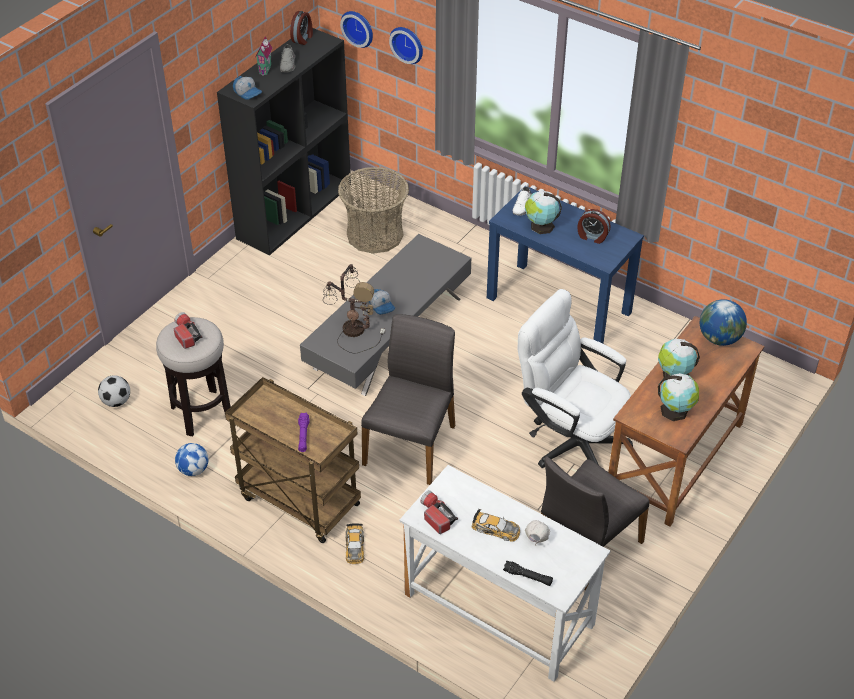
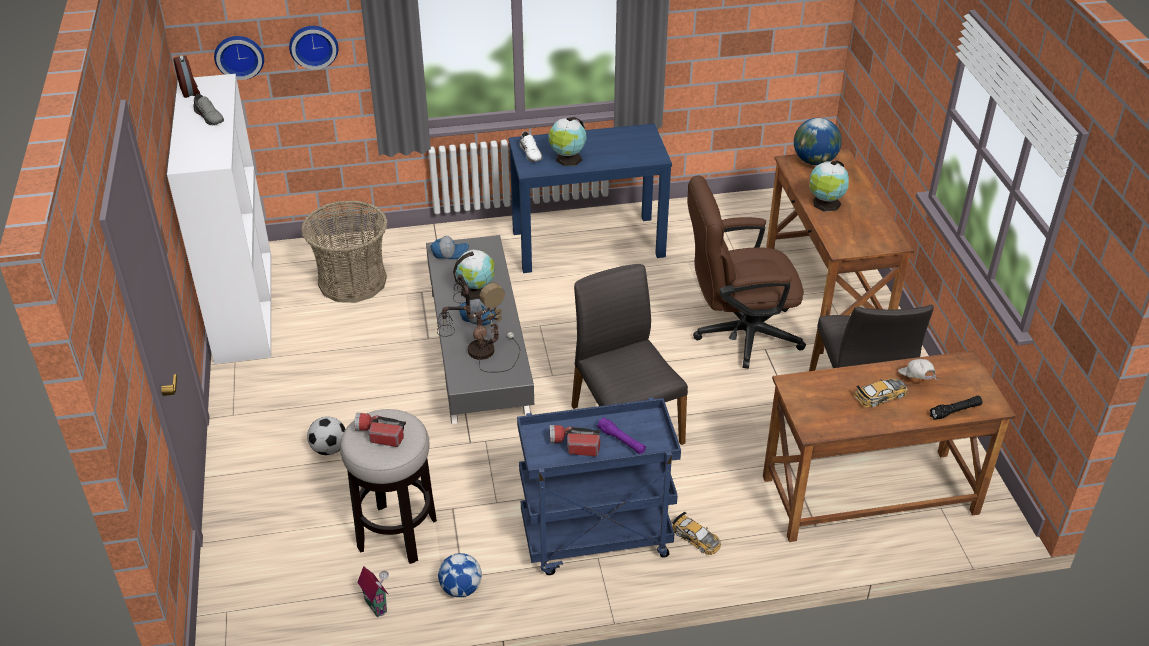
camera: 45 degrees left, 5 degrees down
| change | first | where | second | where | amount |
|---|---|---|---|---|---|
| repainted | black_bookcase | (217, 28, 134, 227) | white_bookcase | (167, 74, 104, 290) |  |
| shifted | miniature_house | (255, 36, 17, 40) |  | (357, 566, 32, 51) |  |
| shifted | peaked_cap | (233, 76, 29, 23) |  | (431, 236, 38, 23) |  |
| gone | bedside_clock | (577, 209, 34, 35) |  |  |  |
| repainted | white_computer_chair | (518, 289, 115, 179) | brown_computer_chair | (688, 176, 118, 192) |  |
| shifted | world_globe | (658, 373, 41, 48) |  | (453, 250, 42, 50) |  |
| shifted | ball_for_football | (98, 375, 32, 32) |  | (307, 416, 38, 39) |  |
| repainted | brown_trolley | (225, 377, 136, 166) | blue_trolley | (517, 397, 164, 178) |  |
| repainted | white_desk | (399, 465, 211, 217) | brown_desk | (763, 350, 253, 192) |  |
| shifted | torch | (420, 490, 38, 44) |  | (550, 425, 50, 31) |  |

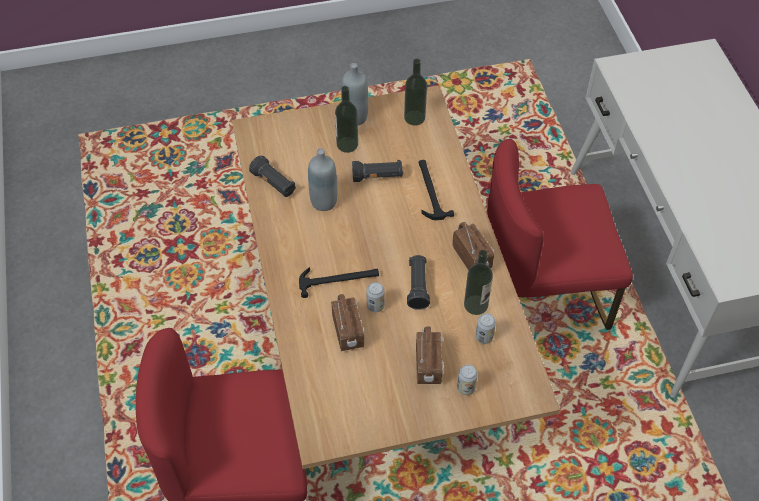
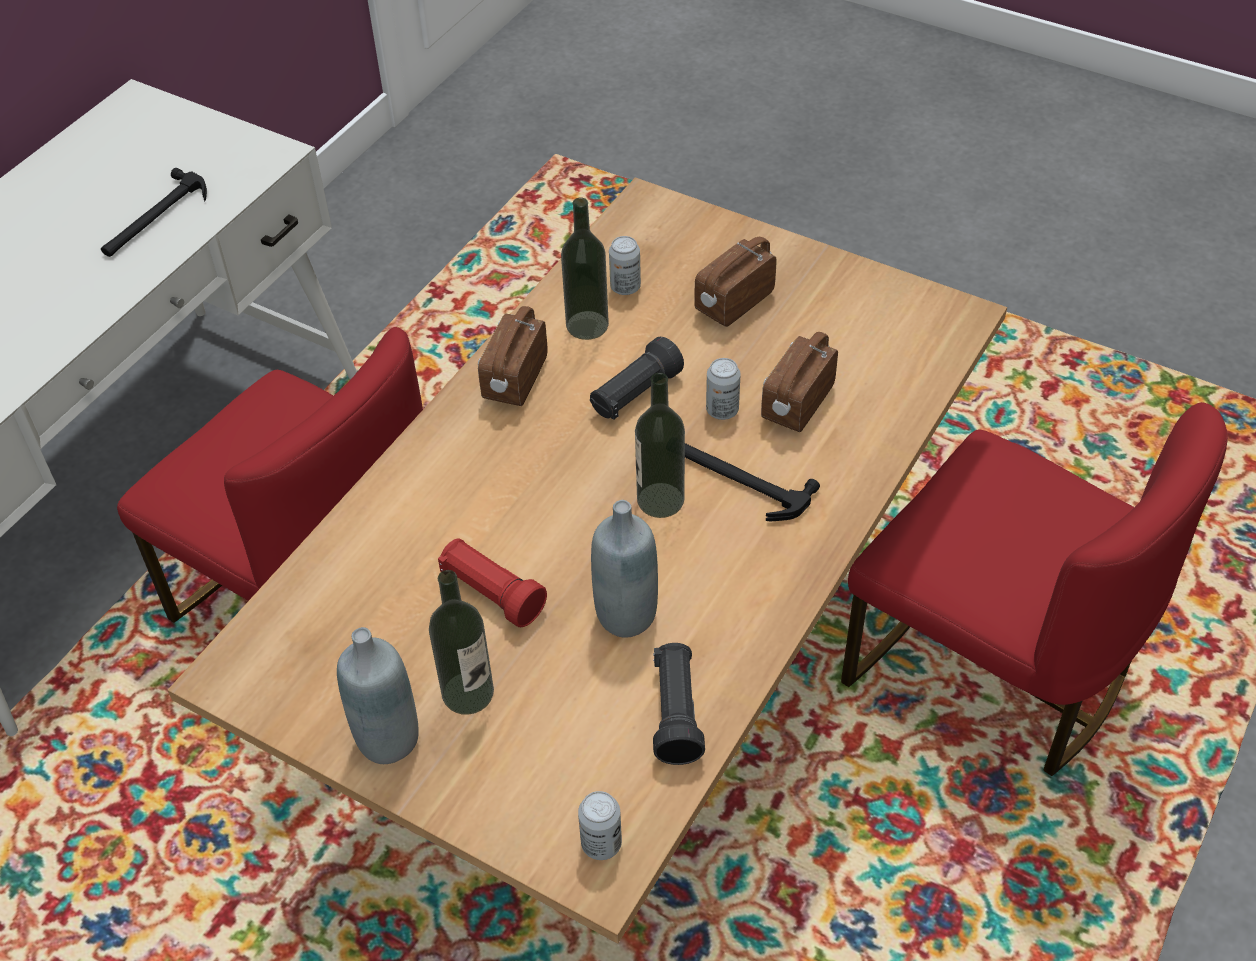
camera: 135 degrees left, 5 degrees down
| change | first | where | second | where | amount |
|---|---|---|---|---|---|
| shifted | bottle | (404, 59, 23, 67) |  | (635, 373, 50, 145) |  |
| repainted | black_torch | (352, 160, 51, 22) | red_torch | (438, 538, 109, 89) |  |
| shifted | hammer | (418, 160, 36, 60) |  | (101, 168, 106, 89) |  |
| shifted | can | (457, 364, 21, 31) |  | (578, 791, 44, 69) |  |

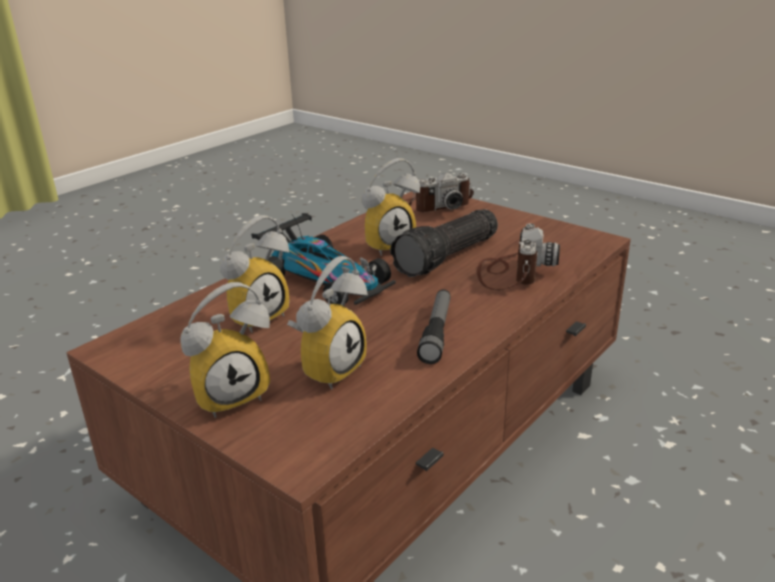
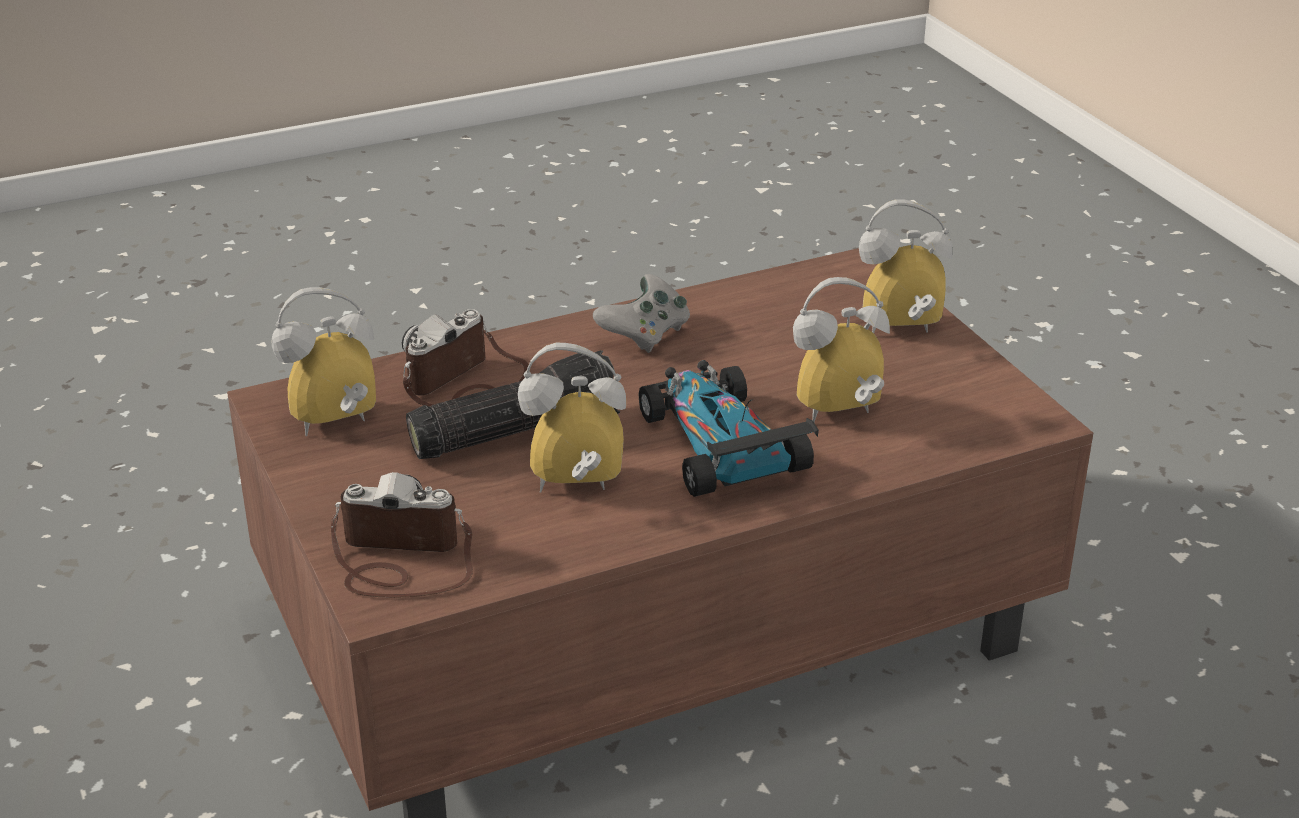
camera: 155 degrees left, 5 degrees up
| change | first | where | second | where | amount |
|---|---|---|---|---|---|
| shifted | bedside_clock | (287, 256, 81, 133) |  | (272, 287, 104, 150) |  |
| swapped | torch | (417, 289, 34, 75) | greyish_joypad | (593, 274, 97, 79) |  |

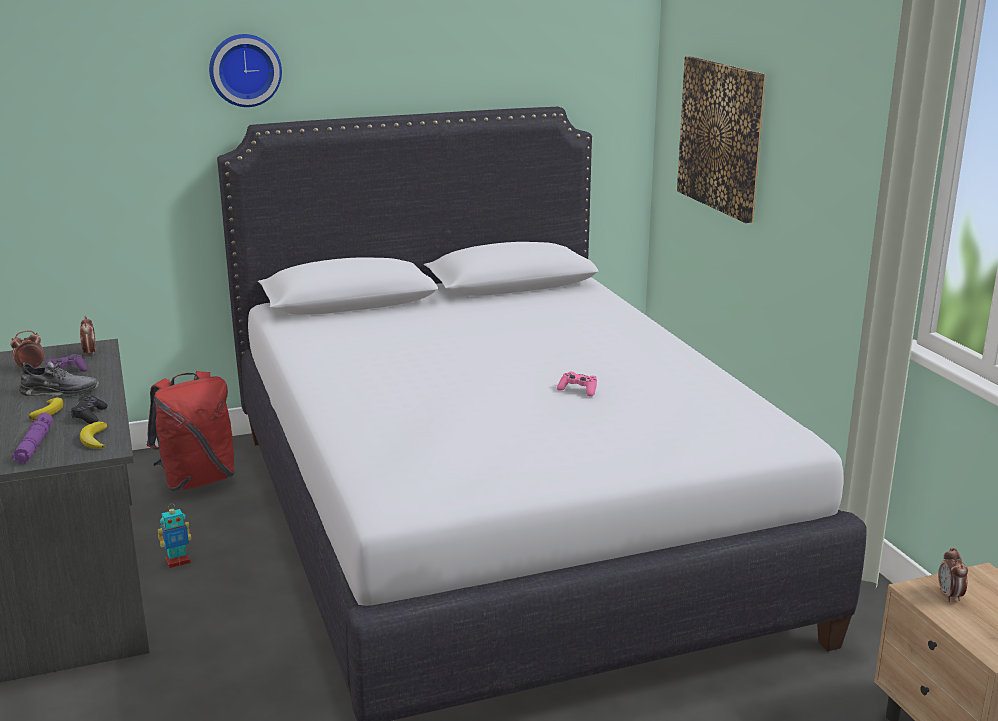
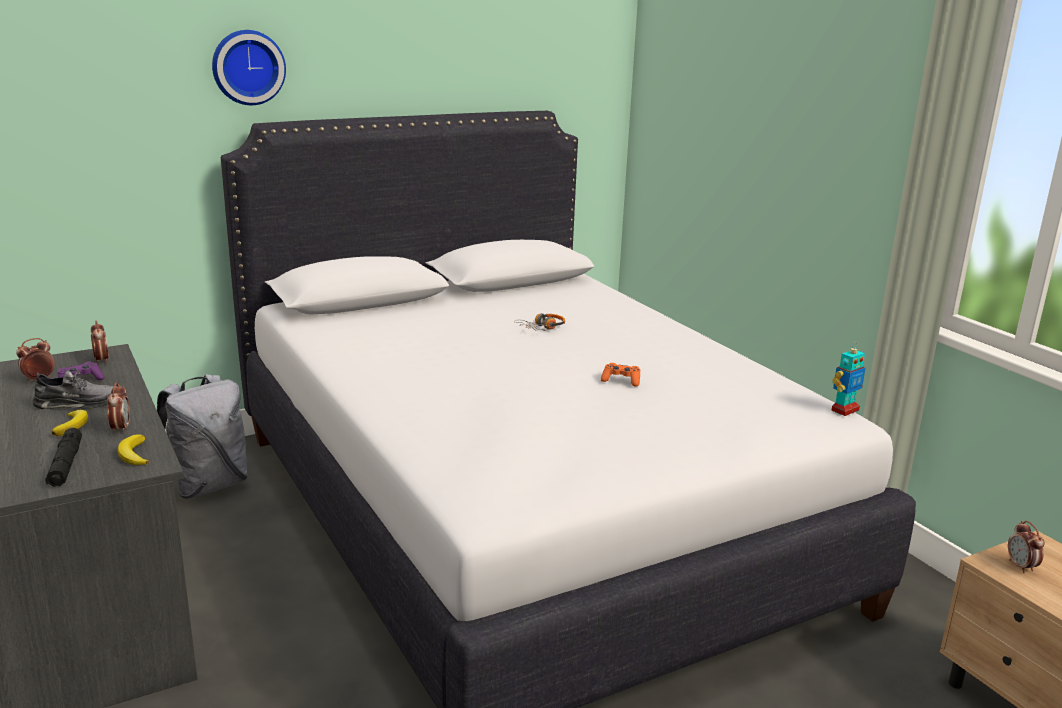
camera: 10 degrees left, 0 degrees up
| change | first | where | second | where | amount |
|---|---|---|---|---|---|
| gone | picture | (677, 56, 89, 167) |  |  |  |
| repainted | red_rucksack | (147, 371, 88, 120) | greyish_rucksack | (157, 374, 91, 125) |  |
| repainted | pinkish_joypad | (557, 372, 40, 25) | orange_joypad | (601, 363, 39, 24) |  |
| swapped | black_joypad | (71, 395, 37, 29) | bedside_clock | (107, 382, 23, 51) |  |
| repainted | purple-coloured_torch | (12, 413, 41, 50) | black_torch | (45, 428, 37, 59) |  |
| shifted | model_robot | (158, 504, 34, 64) |  | (832, 342, 33, 74) |  |
| new |  |  | headphones | (514, 313, 51, 18) |  |

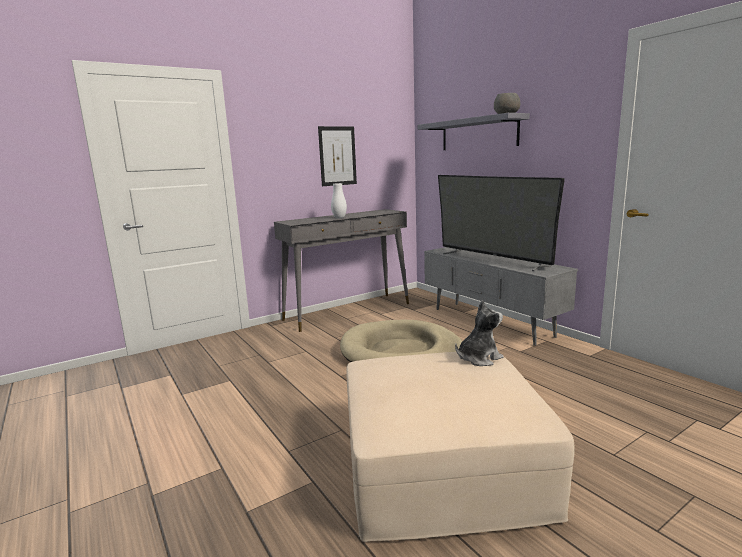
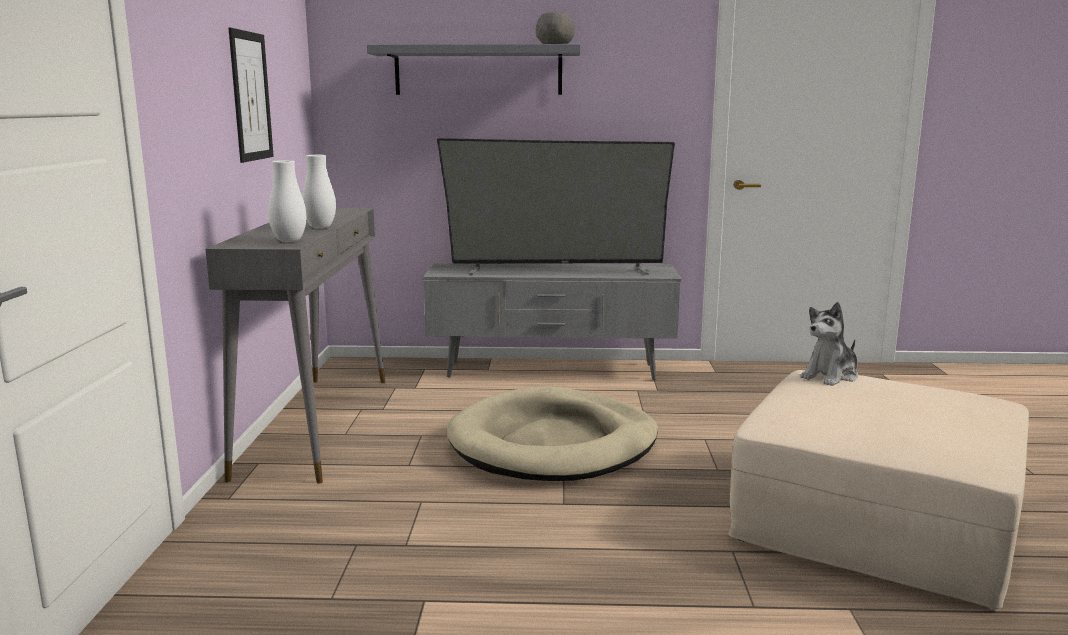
camera: 55 degrees left, 0 degrees up
| change | first | where | second | where | amount |
|---|---|---|---|---|---|
| rotated | plush_toy | (455, 300, 49, 66) |  | (800, 302, 58, 84) | 135 degrees counterclockwise |
| new |  |  | white_vase | (268, 160, 38, 82) |  |

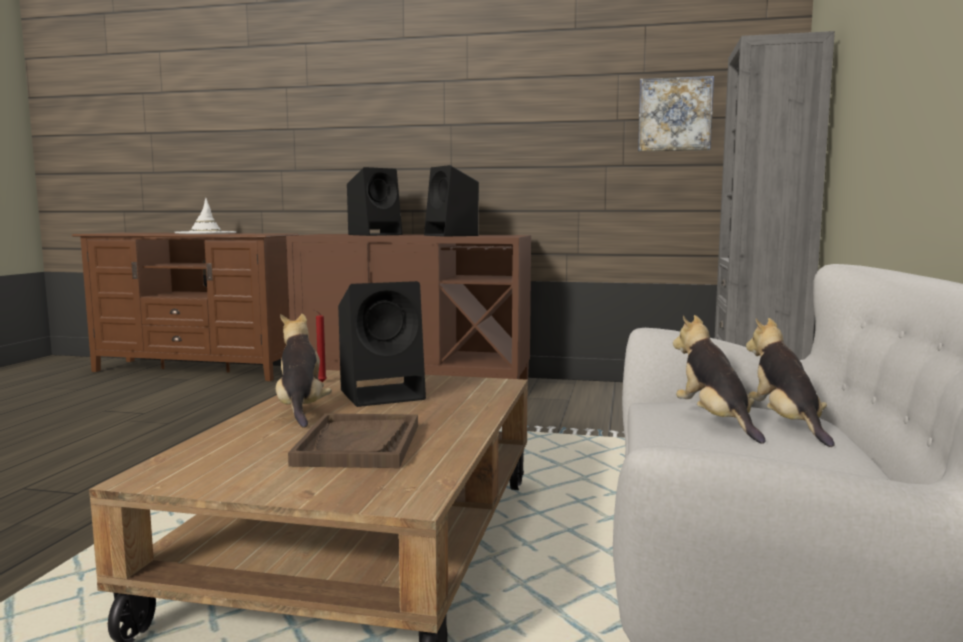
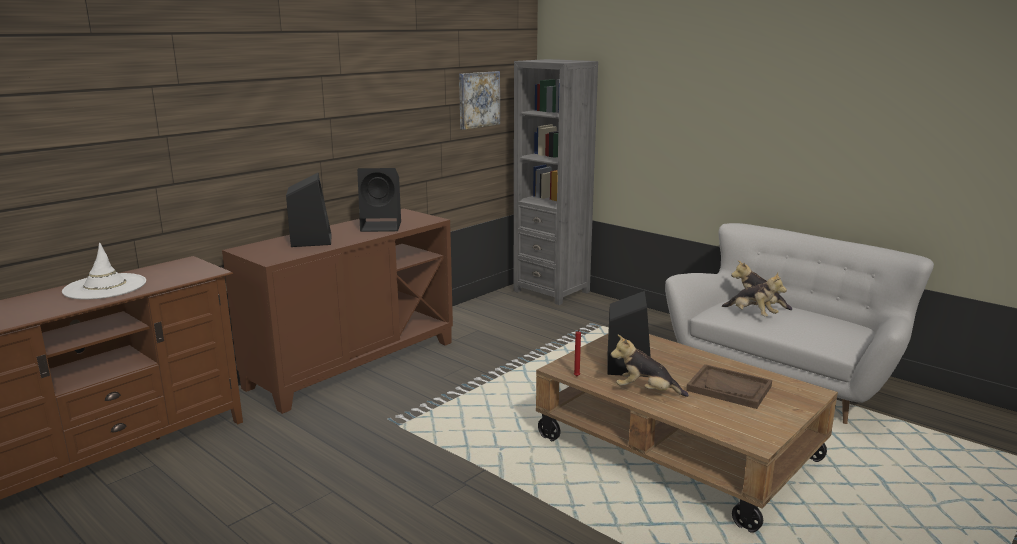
camera: 60 degrees left, 10 degrees up
| change | first | where | second | where | amount |
|---|---|---|---|---|---|
| rotated | plush_toy | (673, 315, 93, 129) |  | (722, 272, 65, 45) | 150 degrees counterclockwise |

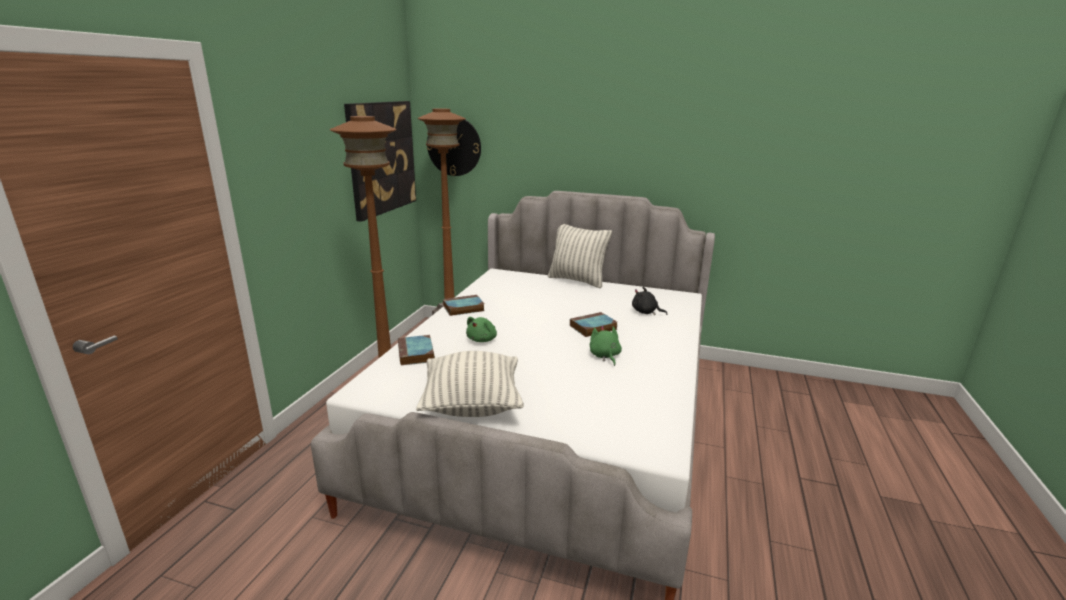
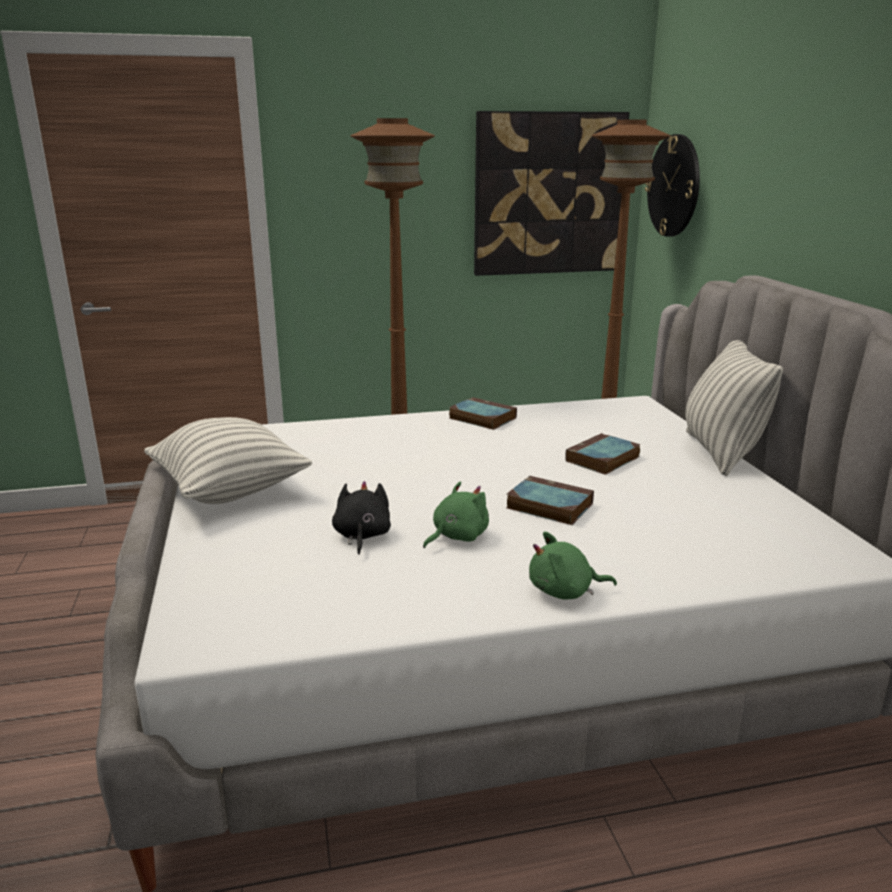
camera: 60 degrees right, 0 degrees up
| change | first | where | second | where | amount |
|---|---|---|---|---|---|
| shifted | black_plush_toy | (632, 287, 36, 28) |  | (332, 481, 59, 74) |  |
| shifted | green_plush_toy | (466, 317, 31, 25) |  | (529, 532, 88, 68) |  |
| shifted | bound_book | (398, 335, 37, 31) |  | (565, 433, 76, 42) |  |

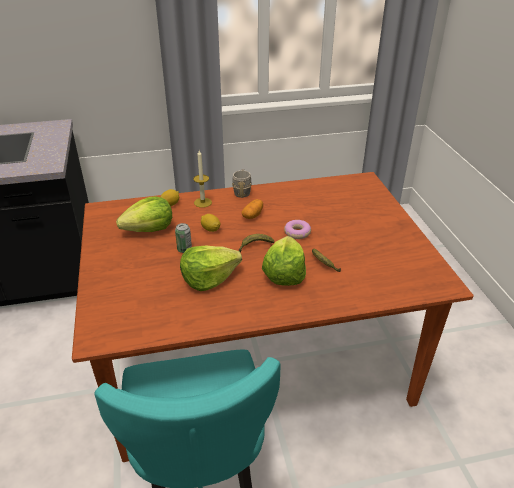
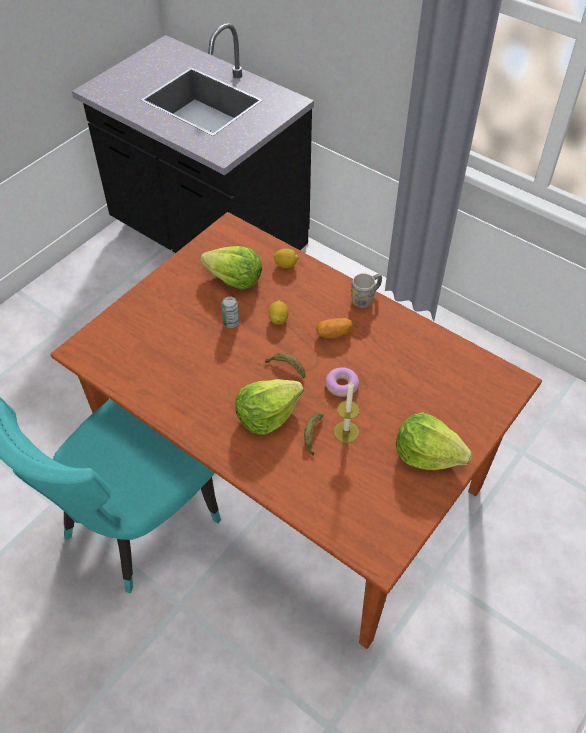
camera: 50 degrees right, 15 degrees up
| change | first | where | second | where | amount |
|---|---|---|---|---|---|
| shifted | wax_light | (193, 150, 19, 58) |  | (334, 382, 26, 61) |  |
| shifted | head_of_lettuce | (180, 245, 62, 46) |  | (396, 412, 76, 58) |  |

